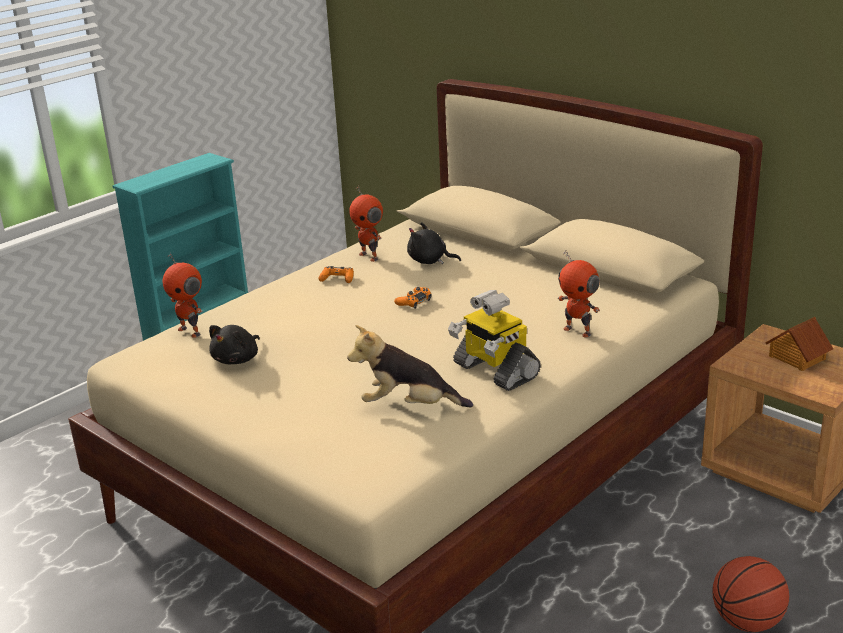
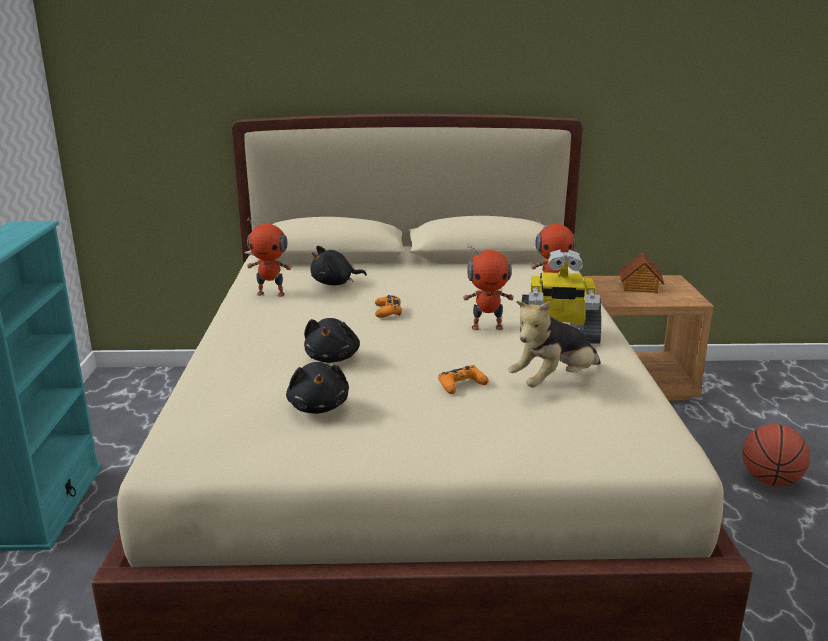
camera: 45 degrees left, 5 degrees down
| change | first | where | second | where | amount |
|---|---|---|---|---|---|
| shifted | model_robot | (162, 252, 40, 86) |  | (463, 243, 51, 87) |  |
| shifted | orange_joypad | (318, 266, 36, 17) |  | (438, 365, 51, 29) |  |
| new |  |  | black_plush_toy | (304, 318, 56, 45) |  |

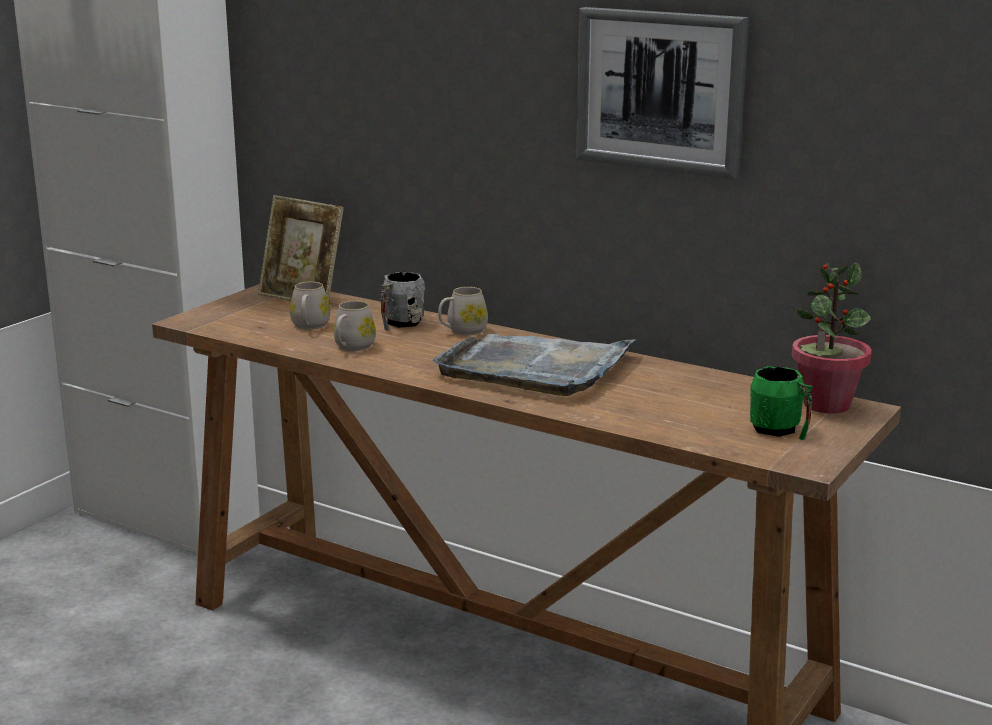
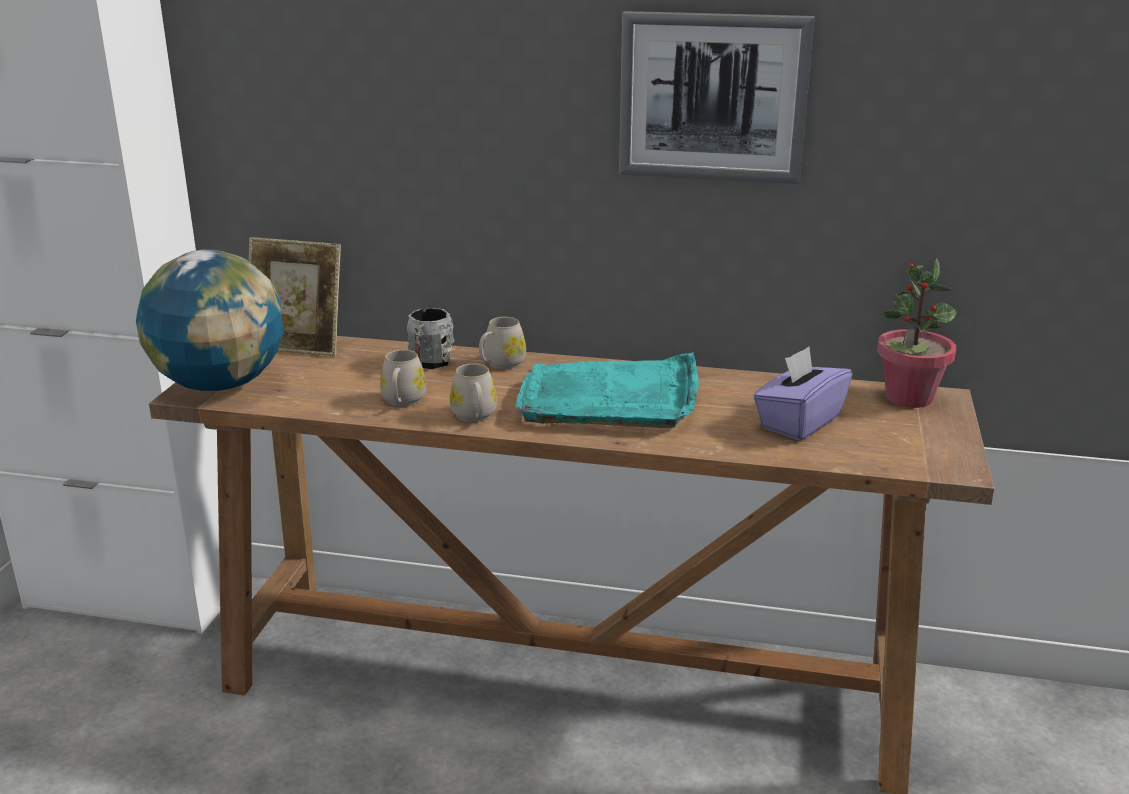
camera: 20 degrees left, 5 degrees up
| change | first | where | second | where | amount |
|---|---|---|---|---|---|
| shifted | white_mug | (290, 281, 40, 49) |  | (450, 364, 47, 58) |  |
| repainted | greyish_carrying_tray | (432, 334, 205, 62) | turquoise_carrying_tray | (515, 352, 184, 76) |  |
| gone | green_mug | (750, 366, 63, 74) |  |  |  |
| new |  |  | world_globe | (136, 250, 148, 141) |  |
| new |  |  | purple-coloured_tissue_holder | (753, 347, 99, 94) |  |

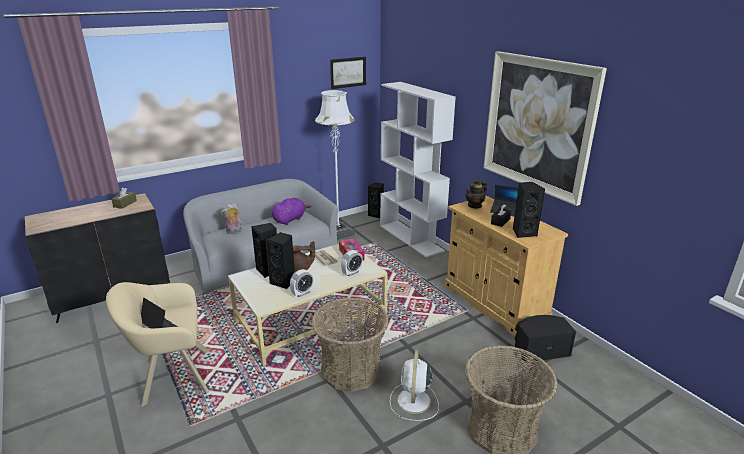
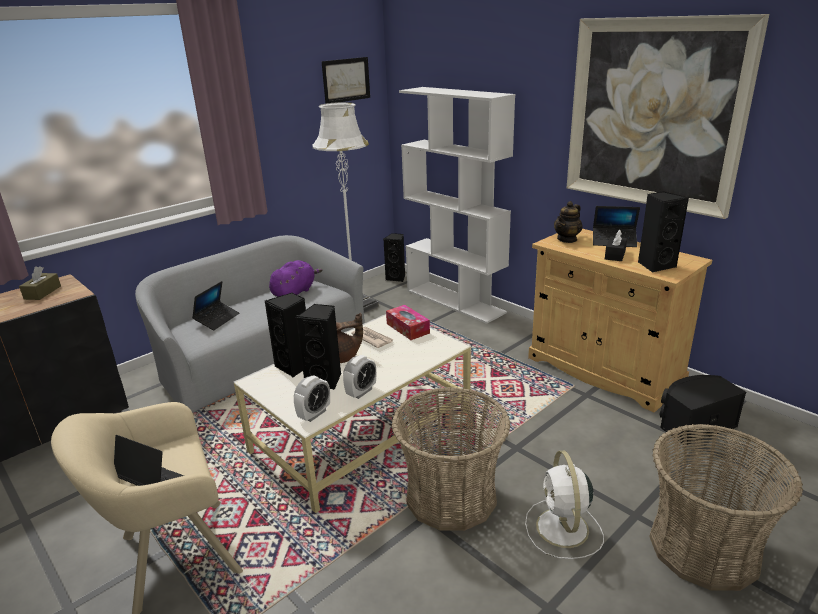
camera: 10 degrees left, 0 degrees up
| change | first | where | second | where | amount |
|---|---|---|---|---|---|
| swapped | plush_toy | (221, 203, 21, 31) | notebook_computer | (192, 281, 48, 49) |  |
| shifted | bedside_clock | (341, 250, 22, 26) |  | (294, 376, 36, 46) |  |

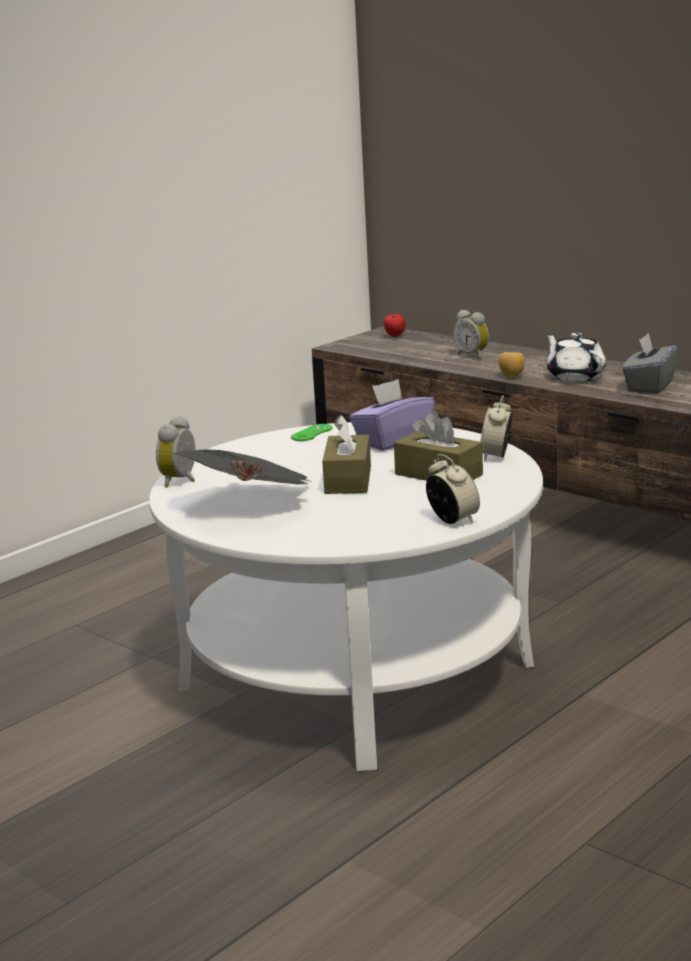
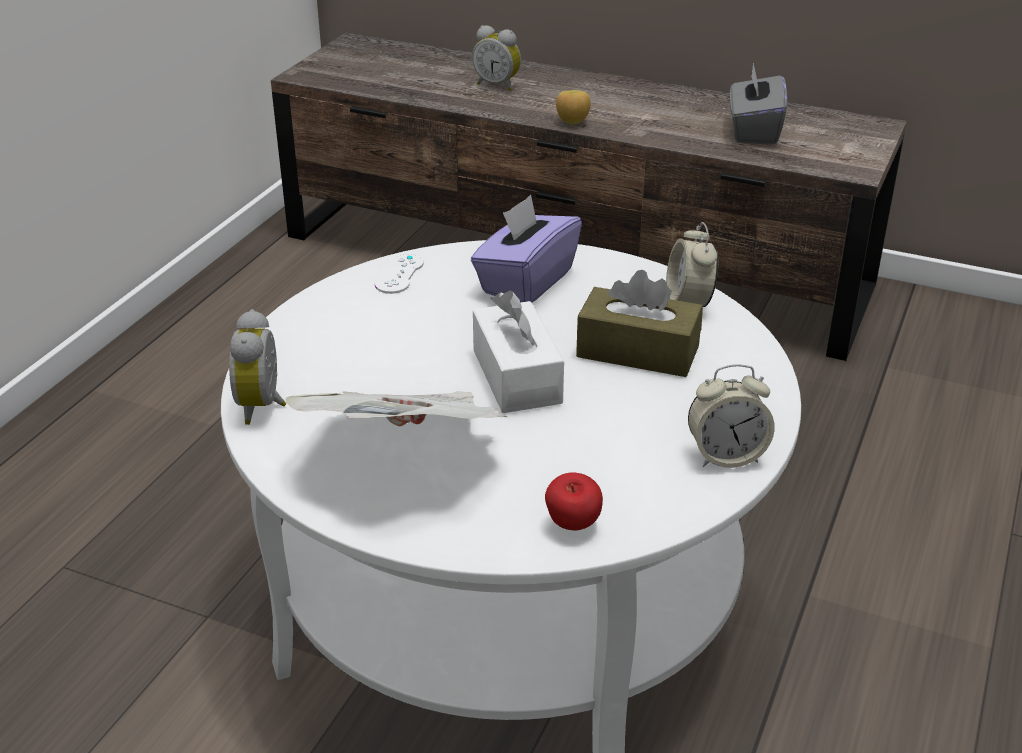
camera: 20 degrees left, 15 degrees up
| change | first | where | second | where | amount |
|---|---|---|---|---|---|
| shifted | apple_fruit | (383, 314, 23, 23) |  | (545, 473, 58, 58) |  |
| gone | white_teapot | (546, 333, 60, 49) |  |  |  |
| repainted | brown_tissue_holder | (322, 415, 49, 79) | white_tissue_holder | (473, 290, 91, 123) |  |
| repainted | green_joypad | (291, 424, 42, 17) | white_joypad | (375, 253, 49, 41) |  |
| rotated | bedside_clock | (426, 454, 54, 70) |  | (688, 364, 87, 104) | 135 degrees clockwise |

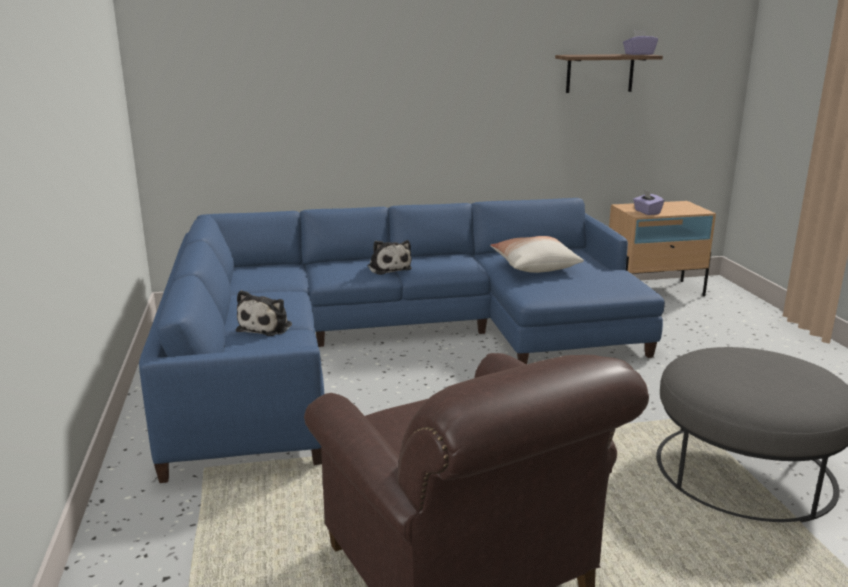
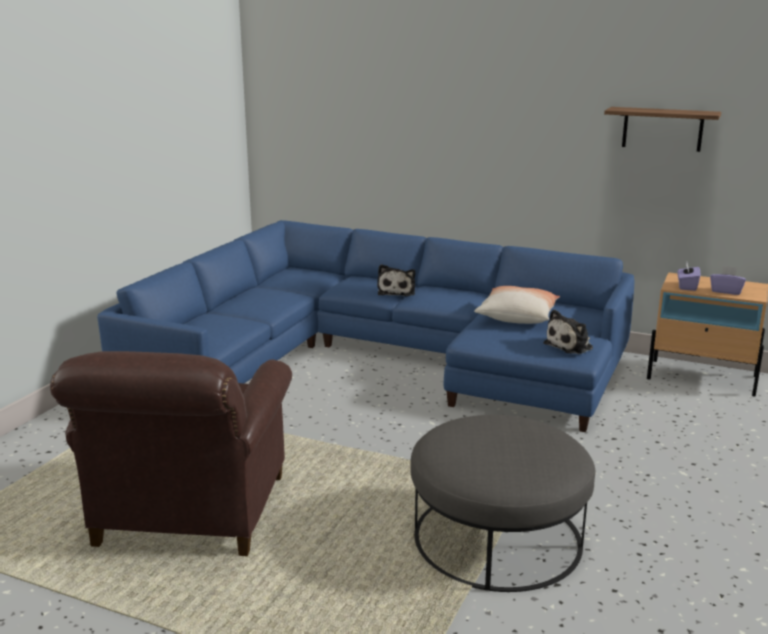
camera: 35 degrees right, 0 degrees up
| change | first | where | second | where | amount |
|---|---|---|---|---|---|
| shifted | purple-coloured_tissue_holder | (623, 30, 35, 25) |  | (710, 266, 36, 29) |  |
| shifted | plush_toy | (236, 290, 56, 46) |  | (543, 309, 50, 45) |  |

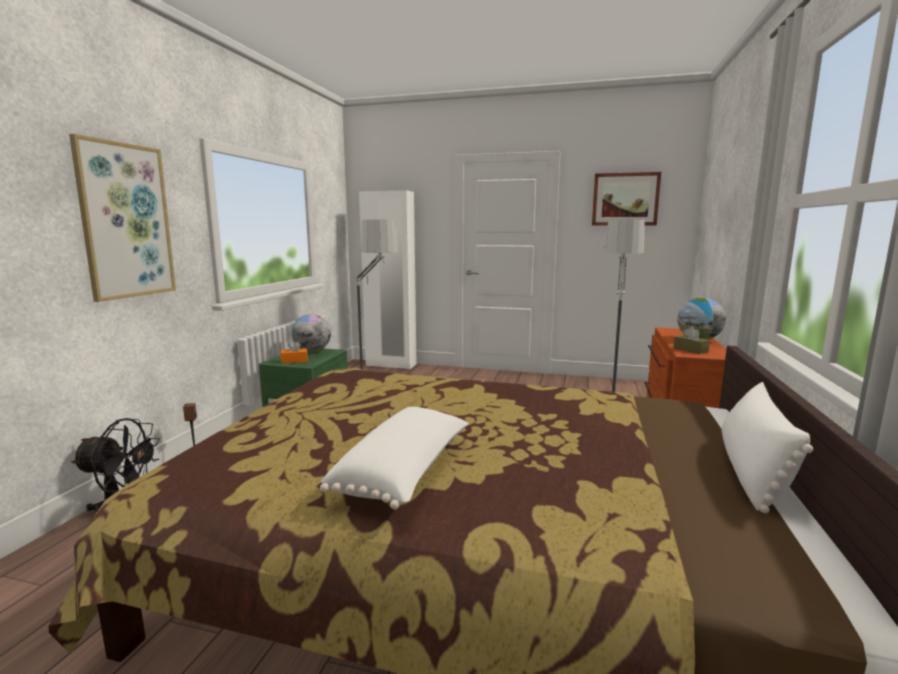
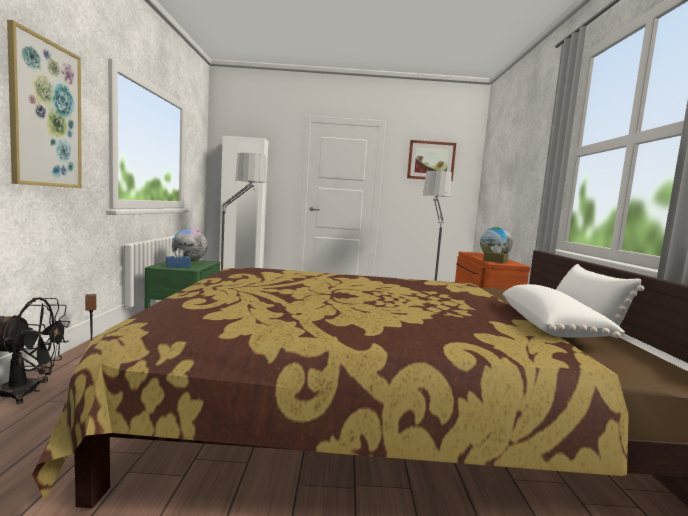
camera: 15 degrees left, 5 degrees down
| change | first | where | second | where | amount |
|---|---|---|---|---|---|
| repainted | orange_tissue_holder | (281, 341, 27, 23) | blue_tissue_holder | (166, 248, 25, 20) |  |
| shifted | white_throw_pillow | (320, 407, 149, 102) |  | (503, 284, 122, 54) |  |

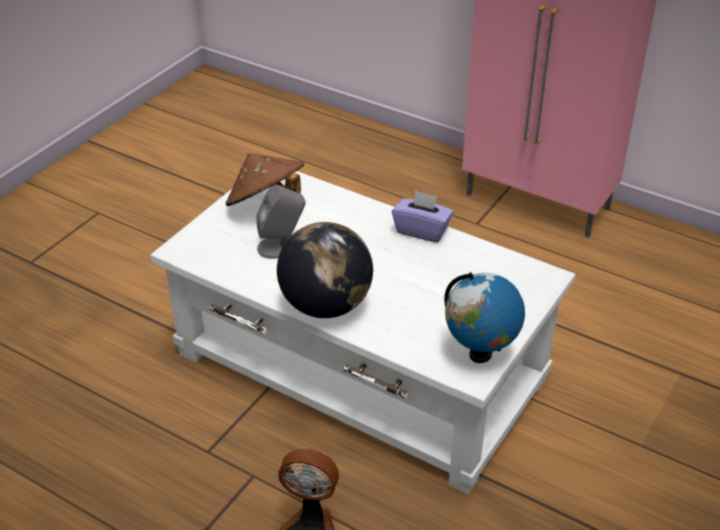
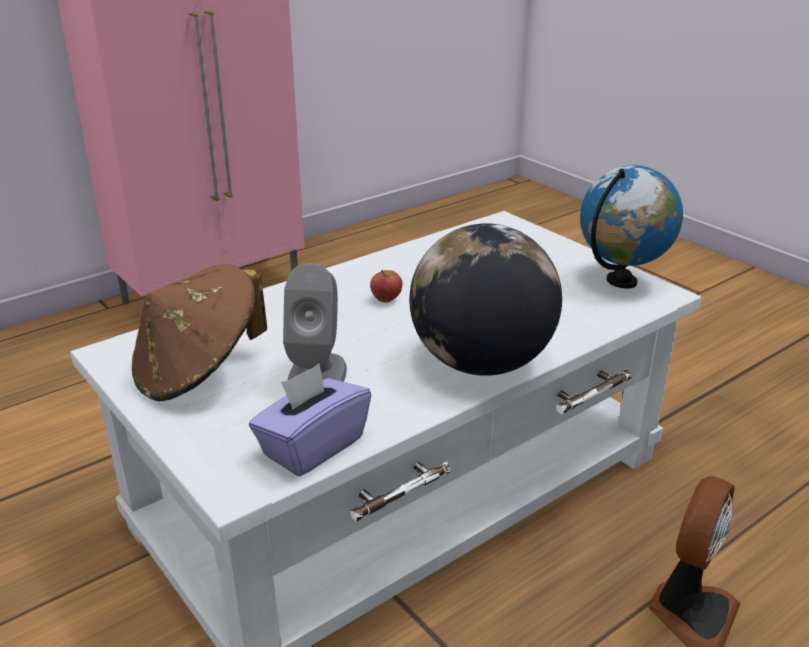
camera: 70 degrees left, 10 degrees down
| change | first | where | second | where | amount |
|---|---|---|---|---|---|
| shifted | purple-coloured_tissue_holder | (392, 190, 62, 53) |  | (249, 364, 122, 113) |  |
| new |  |  | apple_fruit | (370, 270, 32, 32) |  |

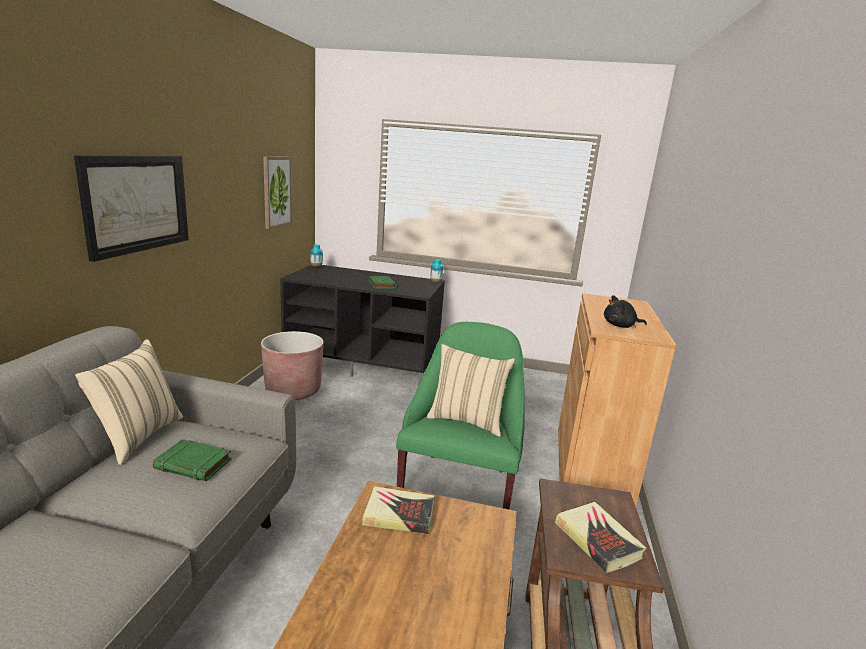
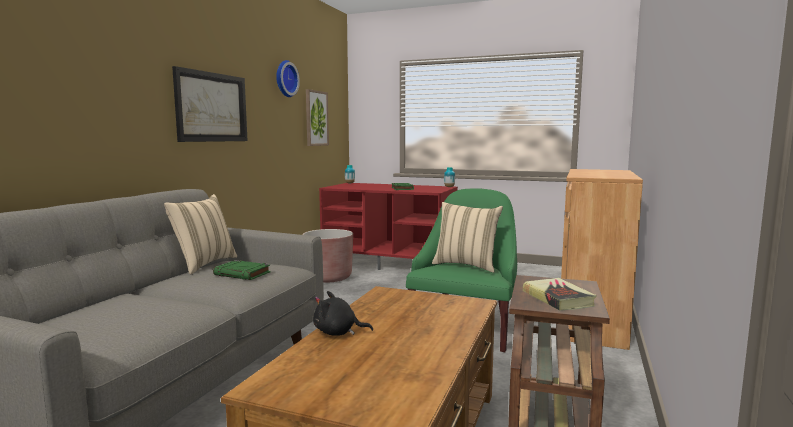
camera: 10 degrees right, 10 degrees down
| change | first | where | second | where | amount |
|---|---|---|---|---|---|
| repainted | black_tv_stand | (280, 265, 165, 122) | red_tv_stand | (319, 183, 139, 87) |  |
| shifted | black_plush_toy | (604, 295, 43, 33) |  | (313, 291, 60, 45) |  |
| gone | bound_book | (362, 486, 72, 48) |  |  |  |
| new |  |  | hanging_clock | (276, 60, 24, 37) |  |

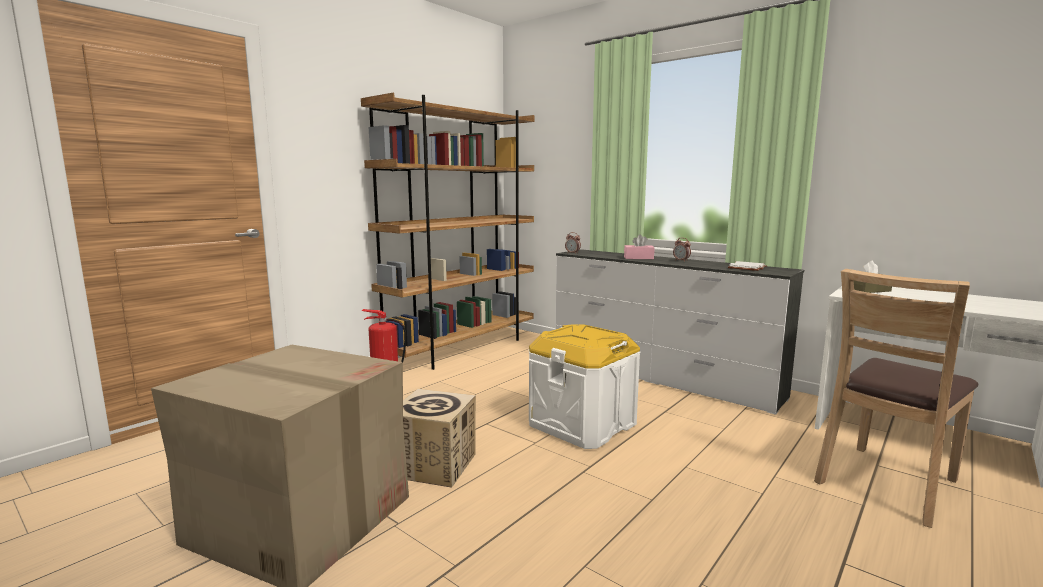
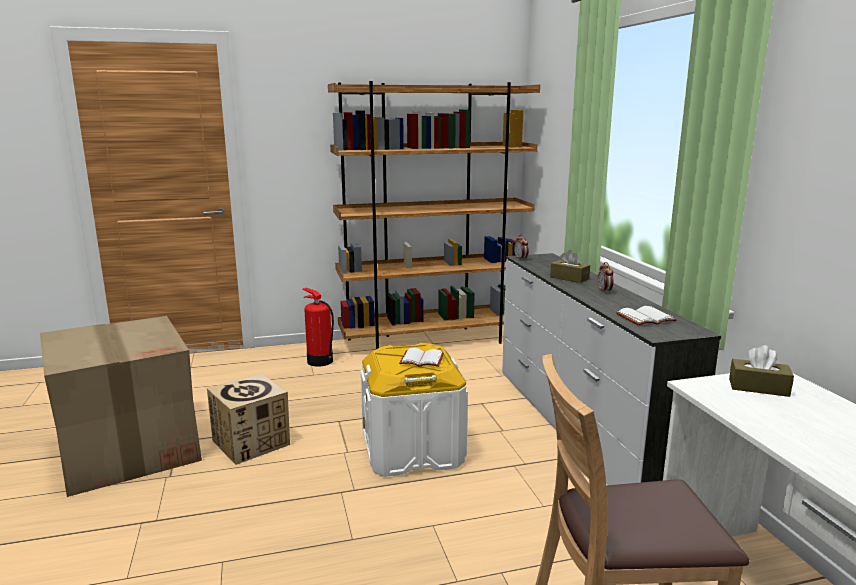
camera: 35 degrees right, 5 degrees up
| change | first | where | second | where | amount |
|---|---|---|---|---|---|
| repainted | pinkish_tissue_holder | (624, 235, 31, 24) | brown_tissue_holder | (550, 250, 40, 33) |  |
| new |  |  | white_bound_book | (399, 348, 45, 19) |  |

